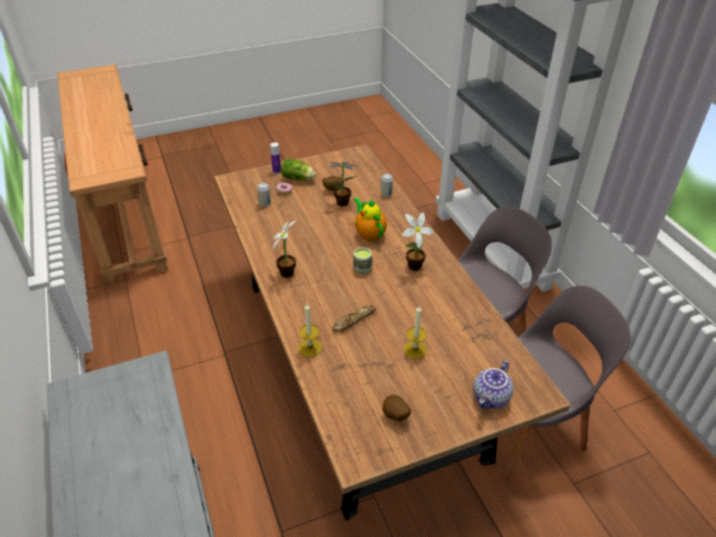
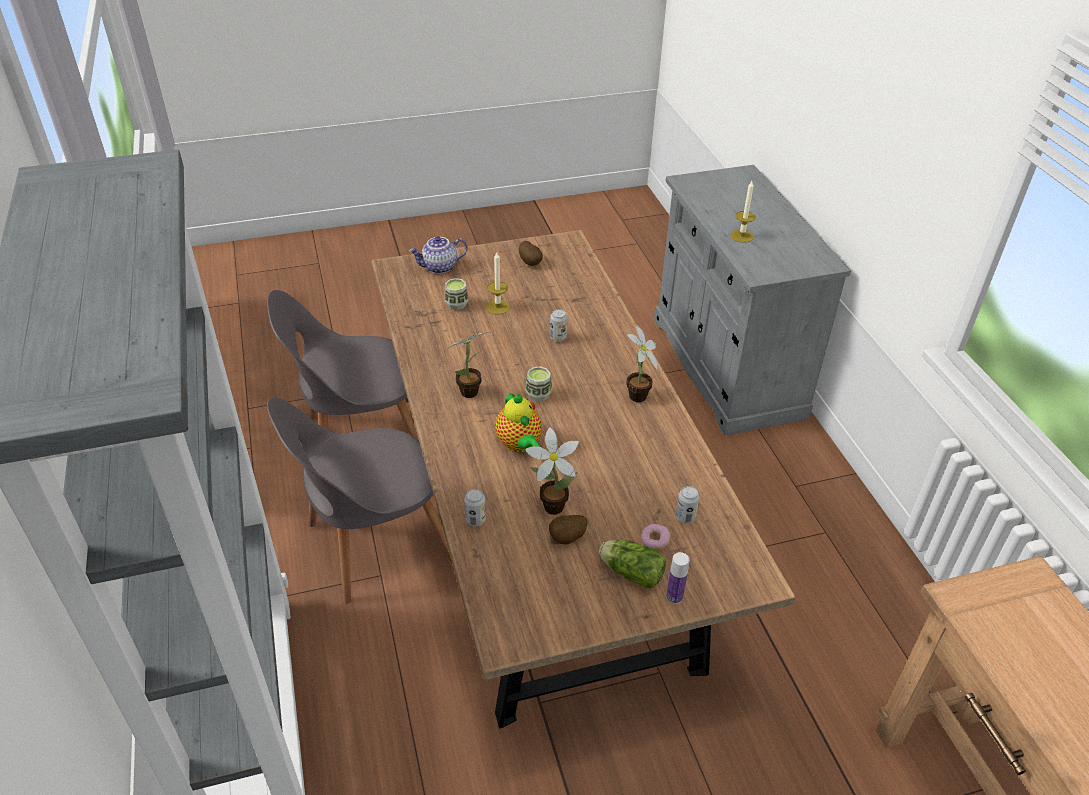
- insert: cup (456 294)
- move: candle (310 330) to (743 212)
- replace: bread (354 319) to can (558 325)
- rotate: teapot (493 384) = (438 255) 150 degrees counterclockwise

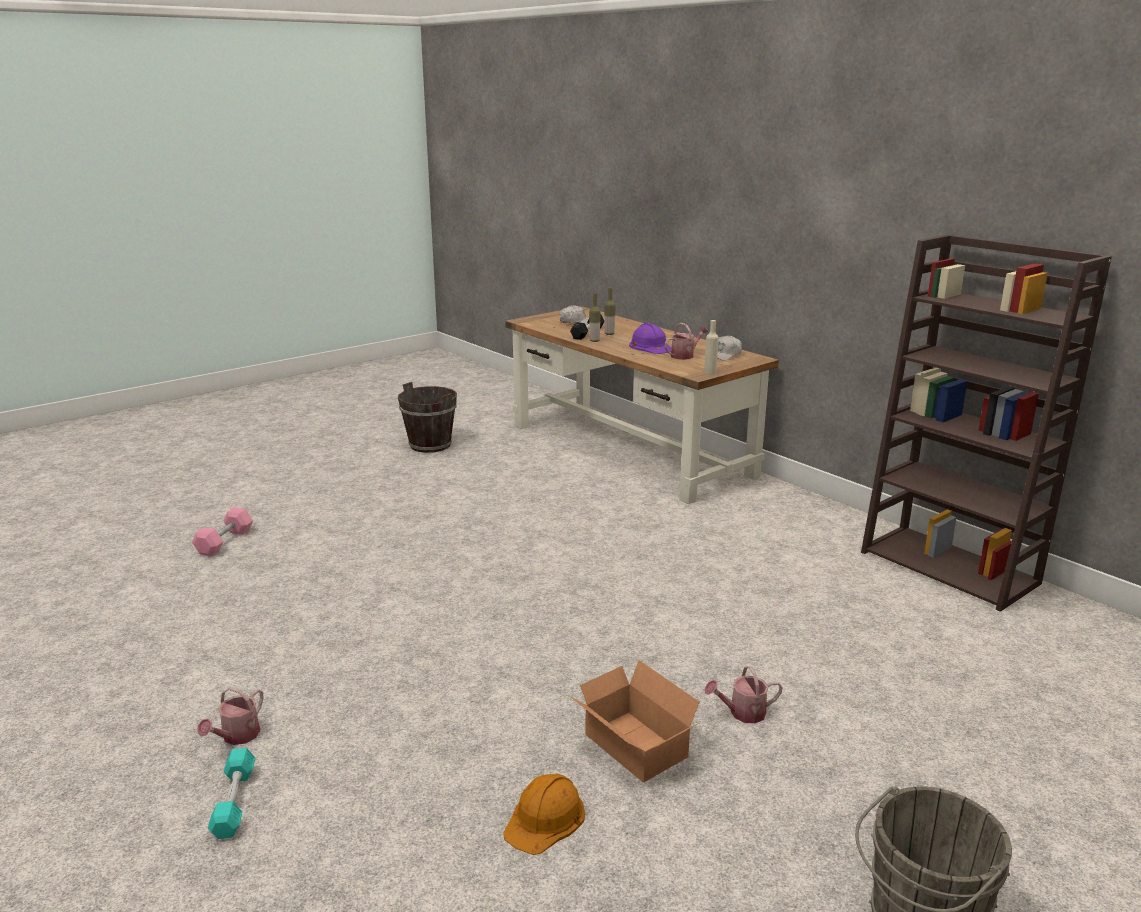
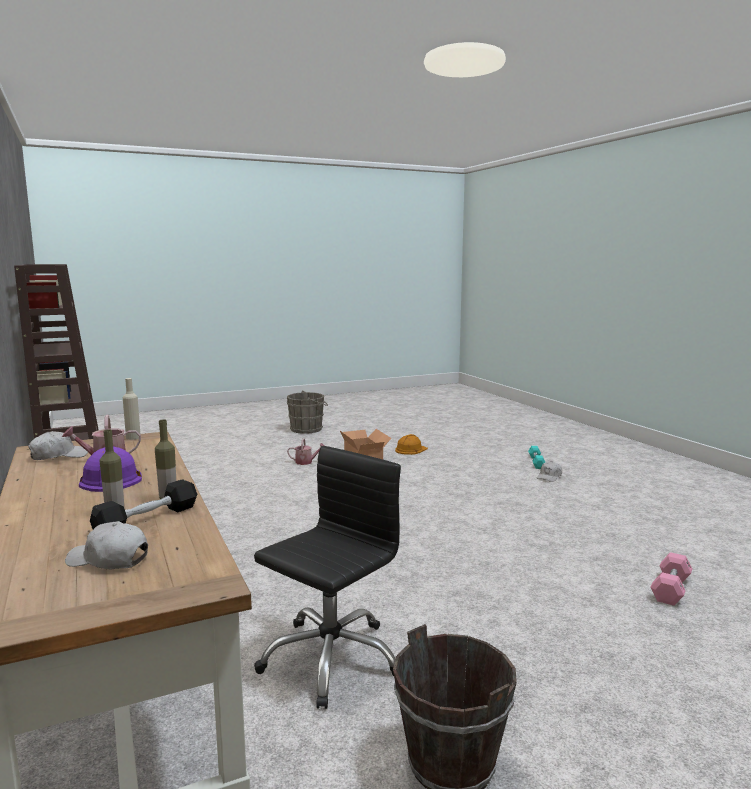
- insert: black_office_chair (327 577)
- replace: watering_can (230 716) to white_cap (549 471)

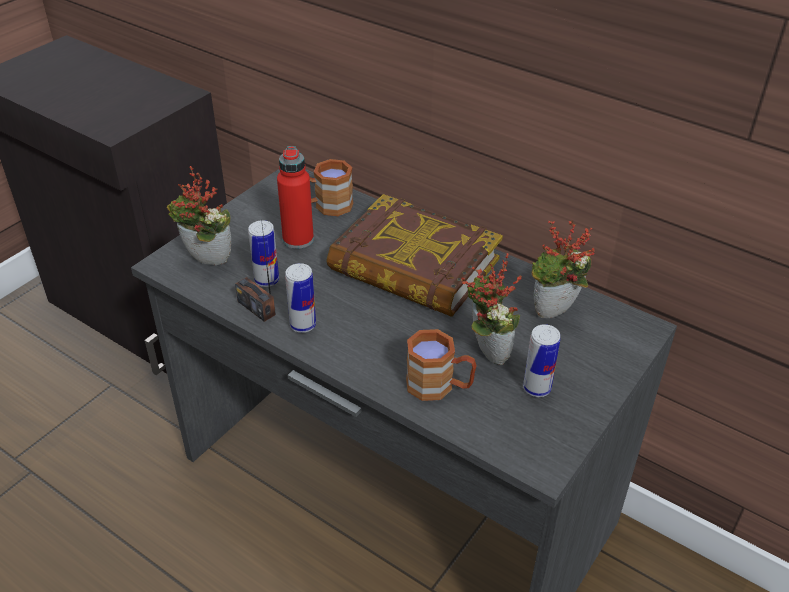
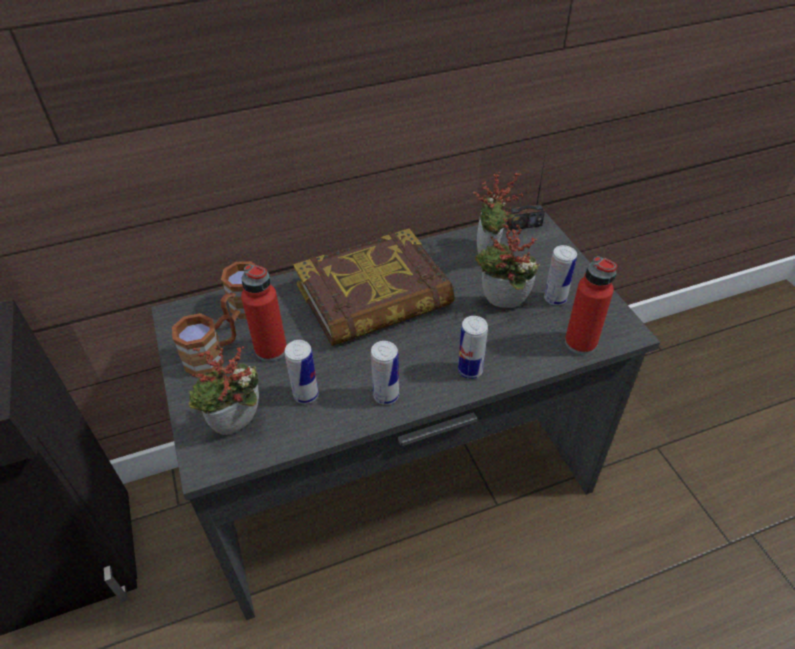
- insert: can (473 347)
- insert: red_bottle (591 305)
- move: radio (255 270) to (527 186)
- move: brown_mug (441 365) to (204 344)

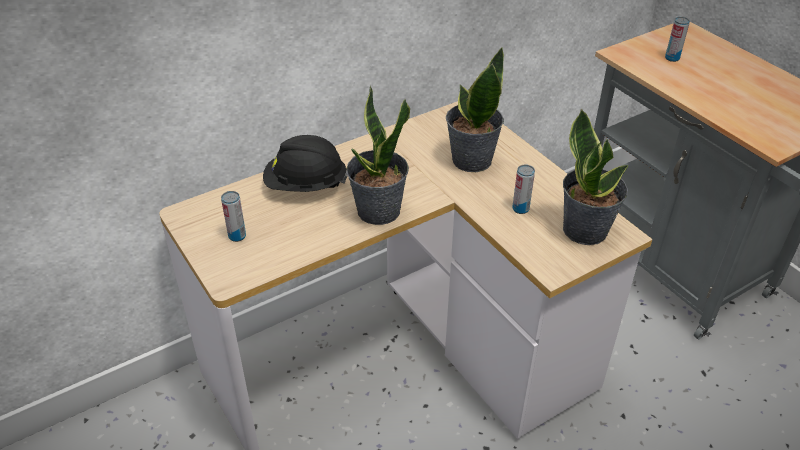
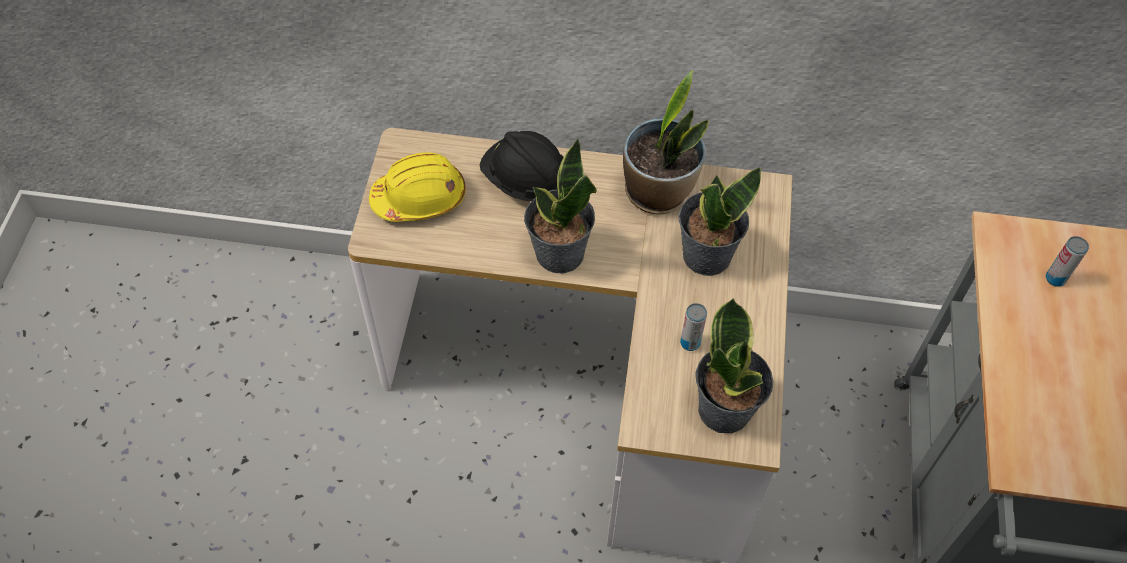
- insert: potted_plant (666 142)
- replace: can (233 216) to yellow_hard_hat (417 187)

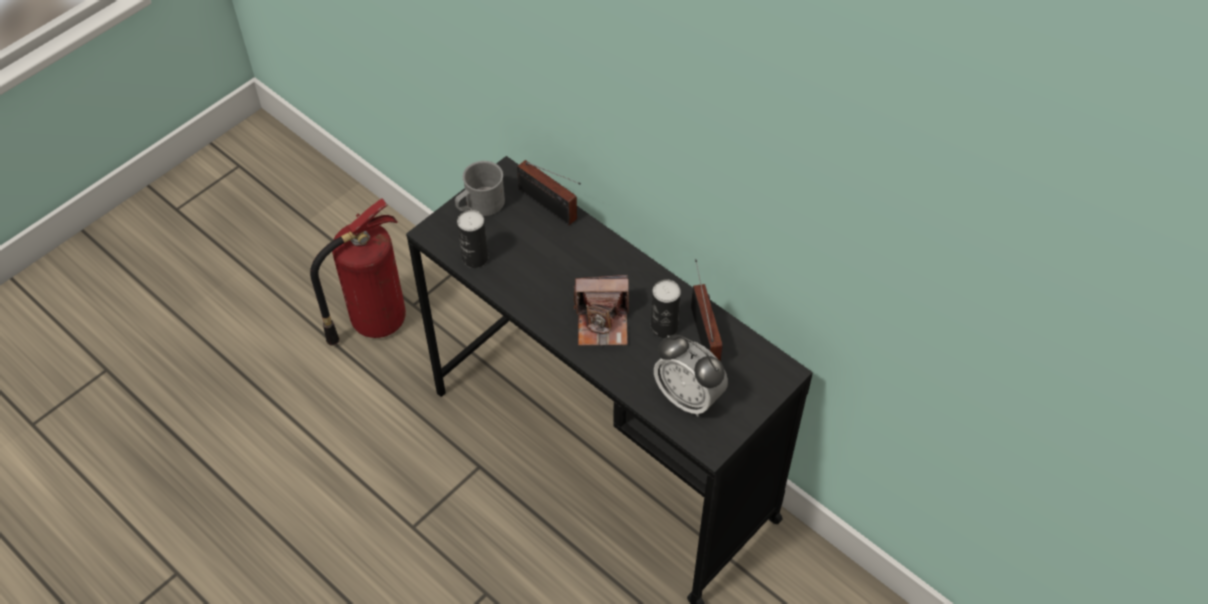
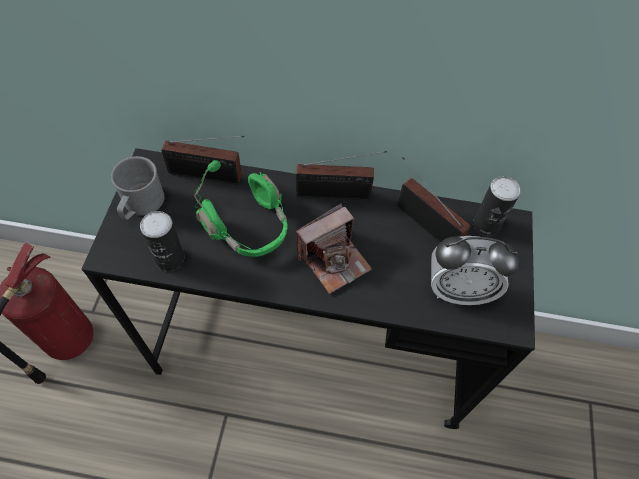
- insert: green_headphones (241 208)
- insert: radio (341 175)
- move: can (666 308) to (497 206)

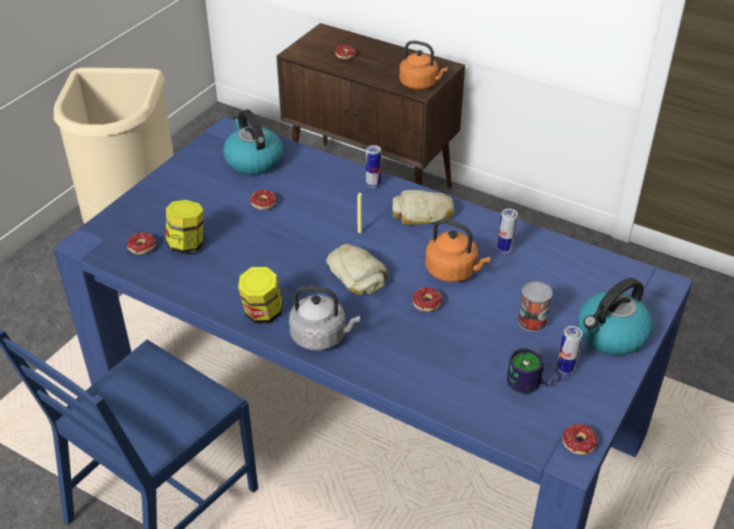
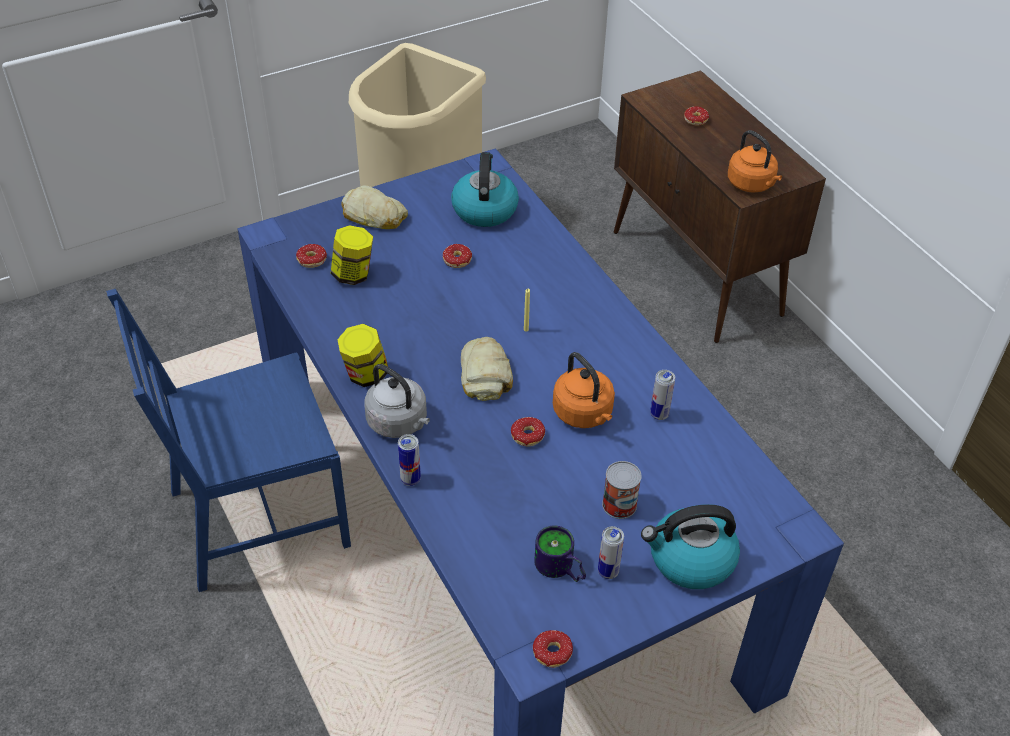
- move: can (373 166) to (409 460)
- move: bread (423 207) to (374 207)

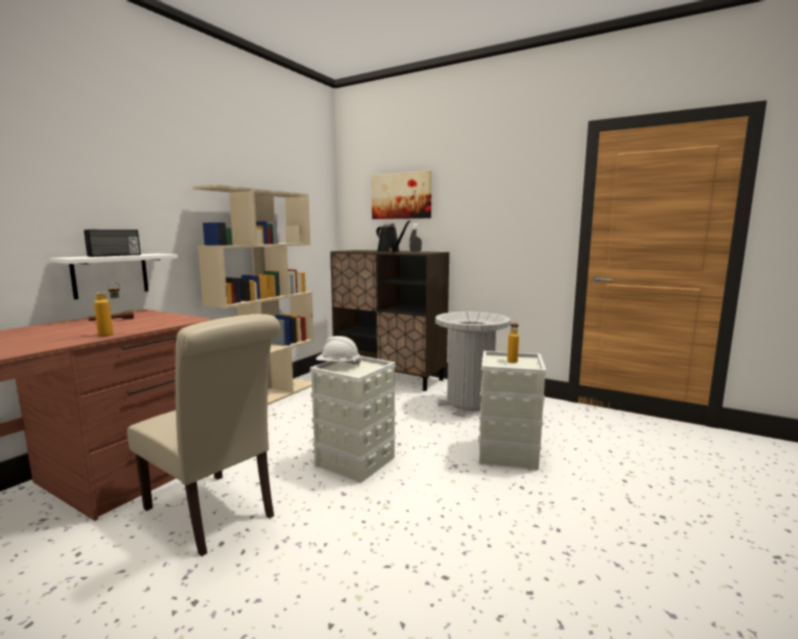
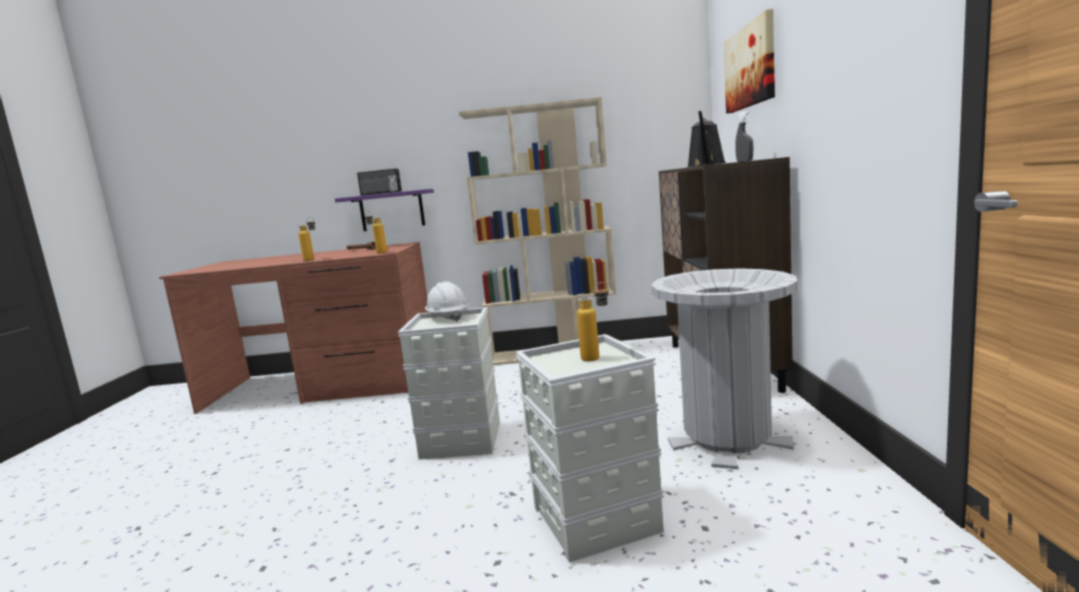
- delete: beige_chair (203 435)
- insert: bottle (376 232)
- recolor: white_shelf (114 277) to purple_shelf (384 210)

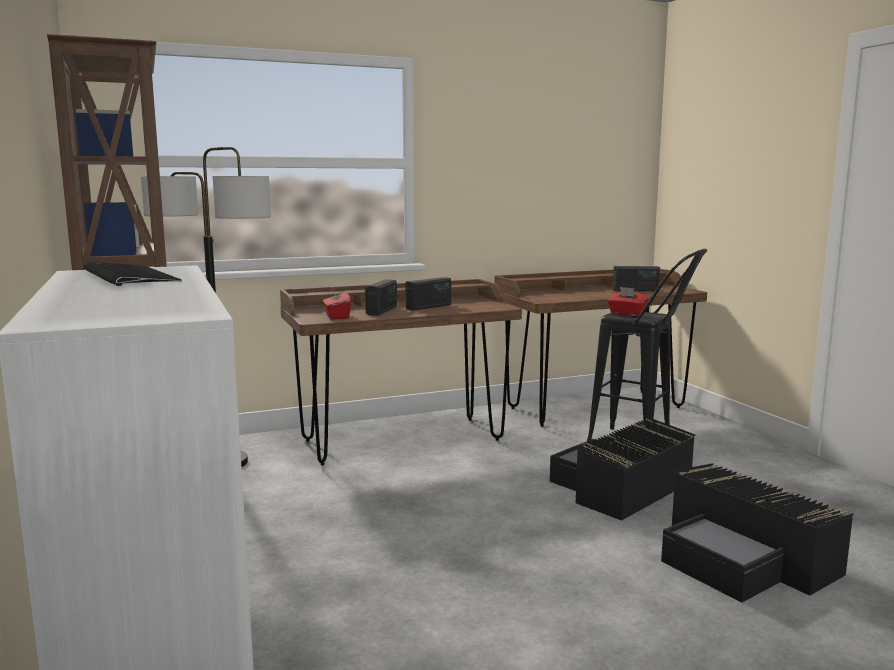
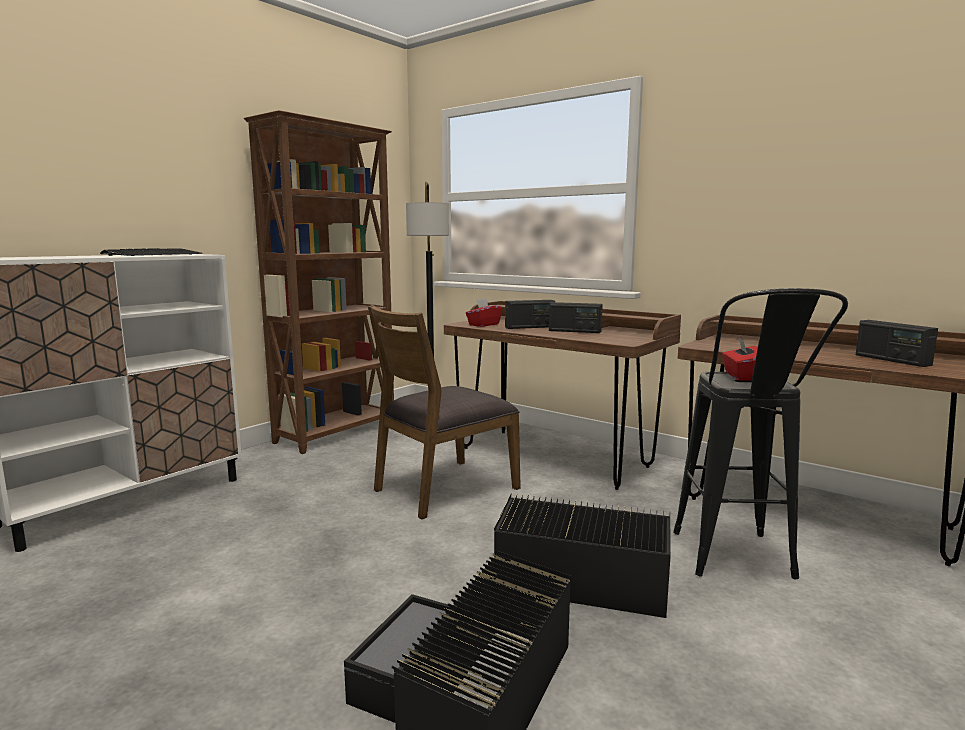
- insert: brown_chair (444 412)

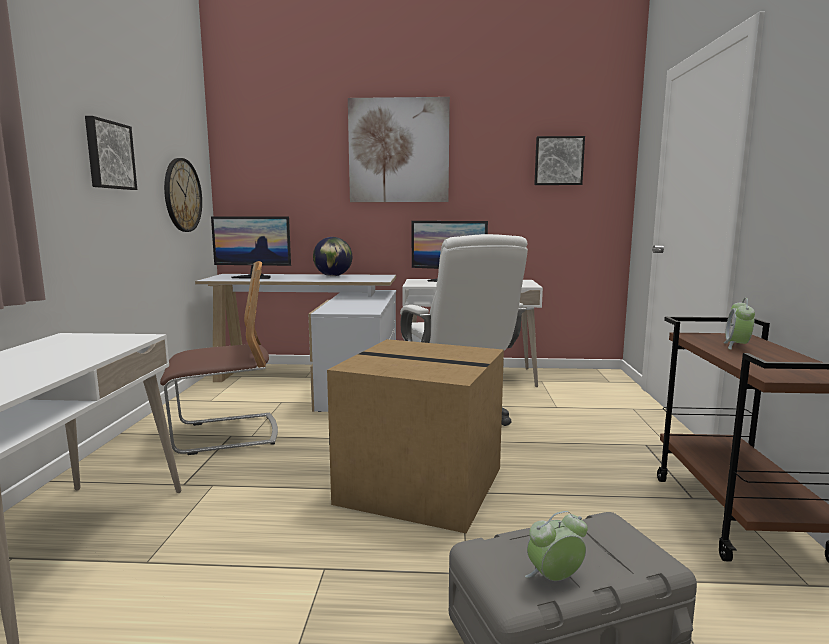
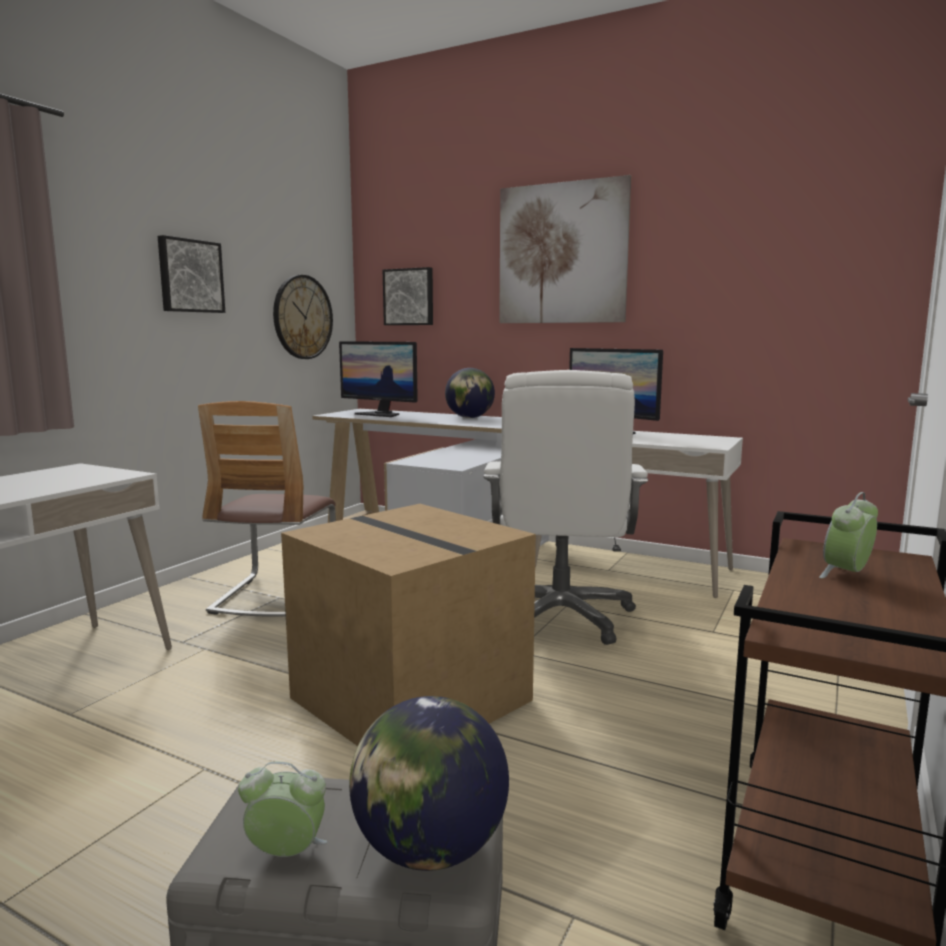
- insert: globe (429 783)
- move: picture (559 160) to (408 296)
- rotate: chair (219 358) = (267 509) 90 degrees clockwise

